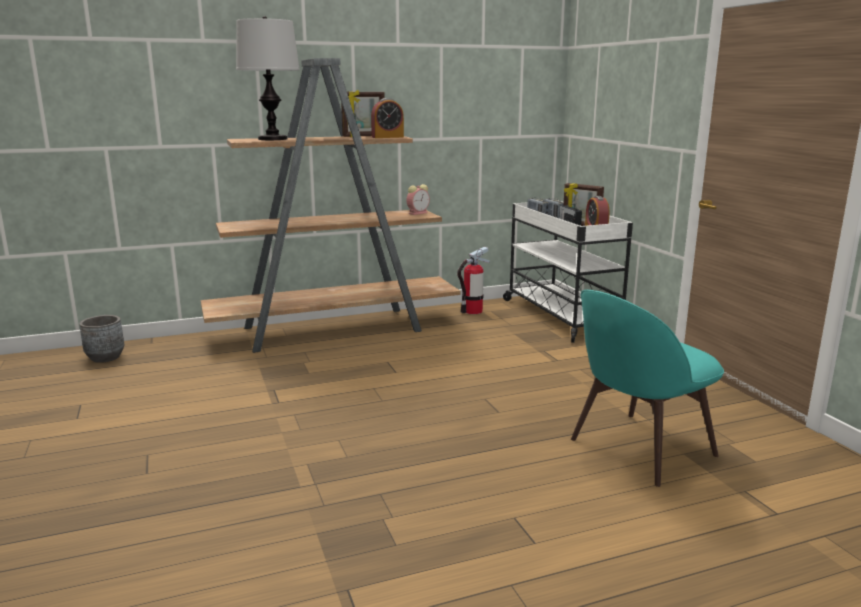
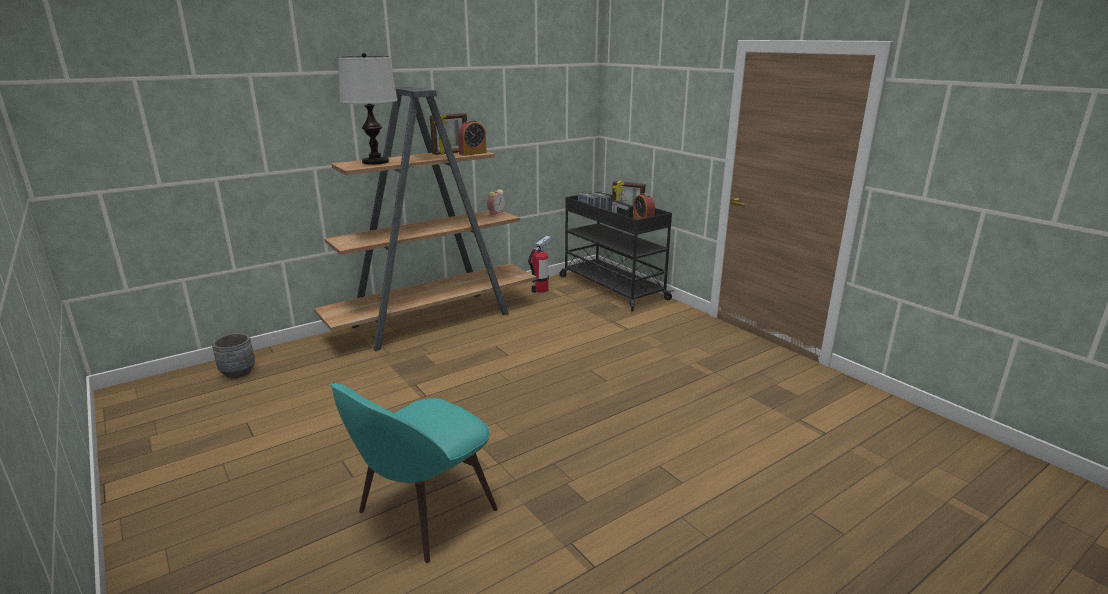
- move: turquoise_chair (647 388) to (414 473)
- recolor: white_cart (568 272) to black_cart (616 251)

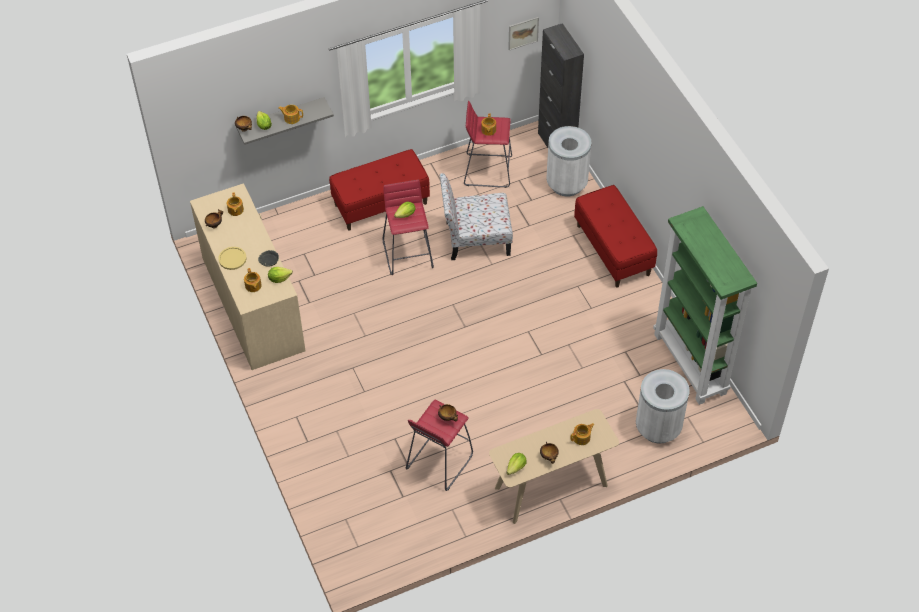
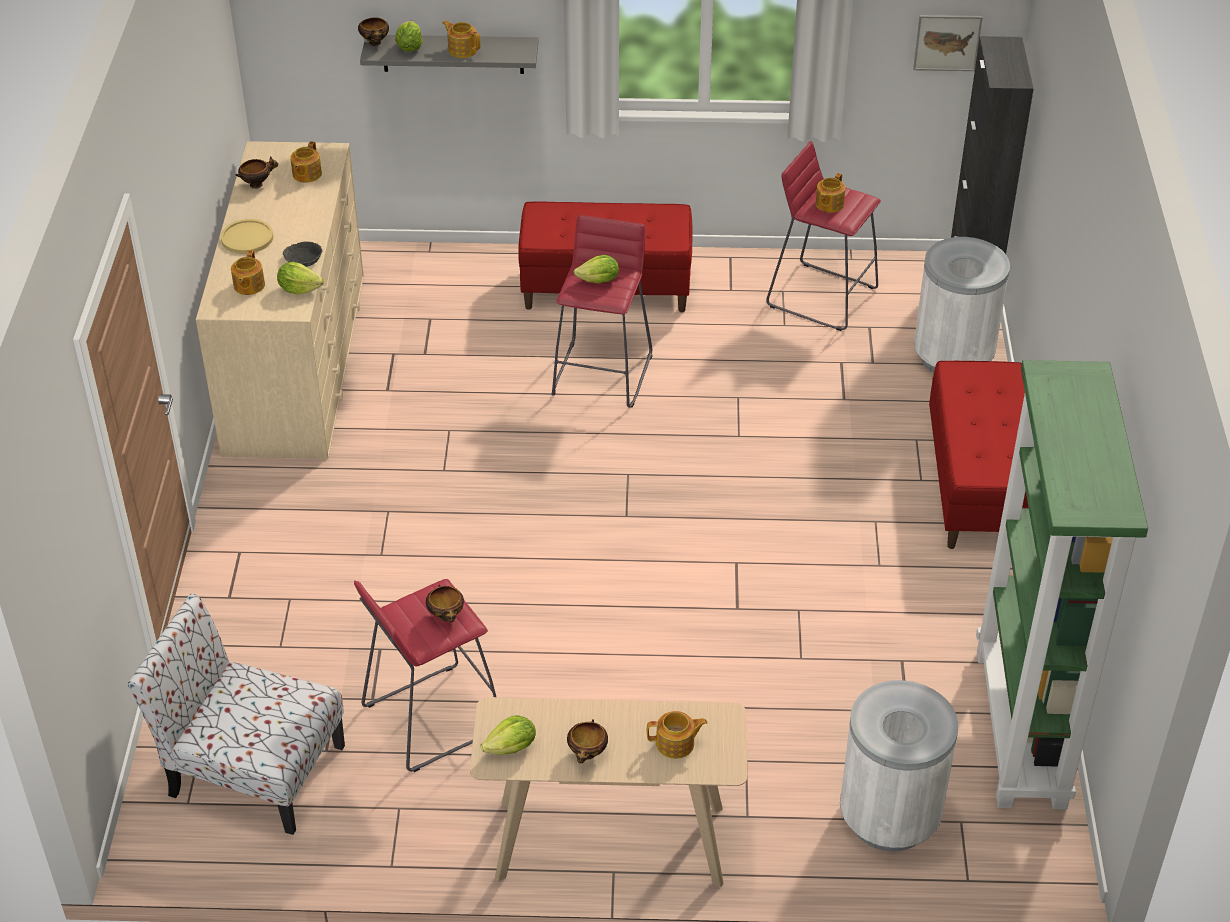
- move: chair (476 216) to (236 714)

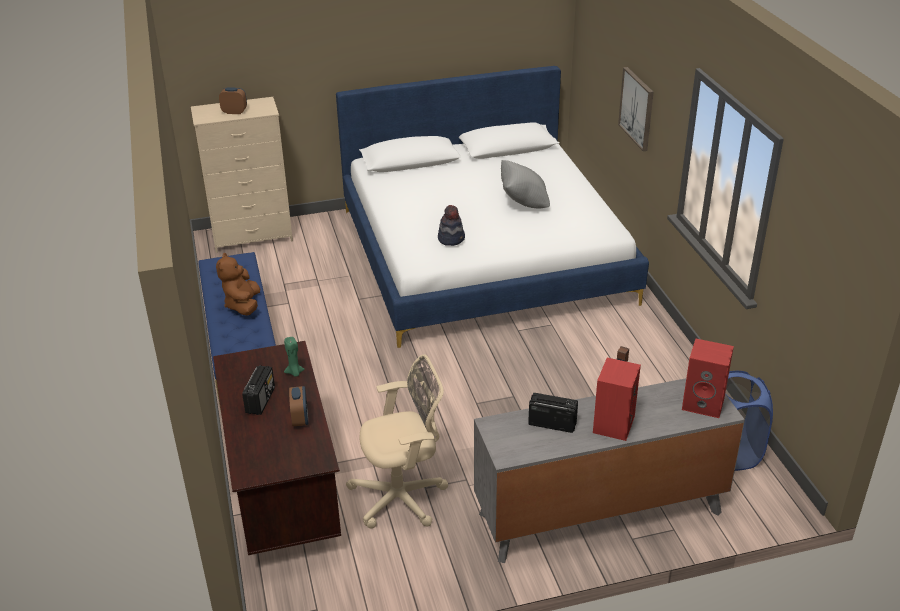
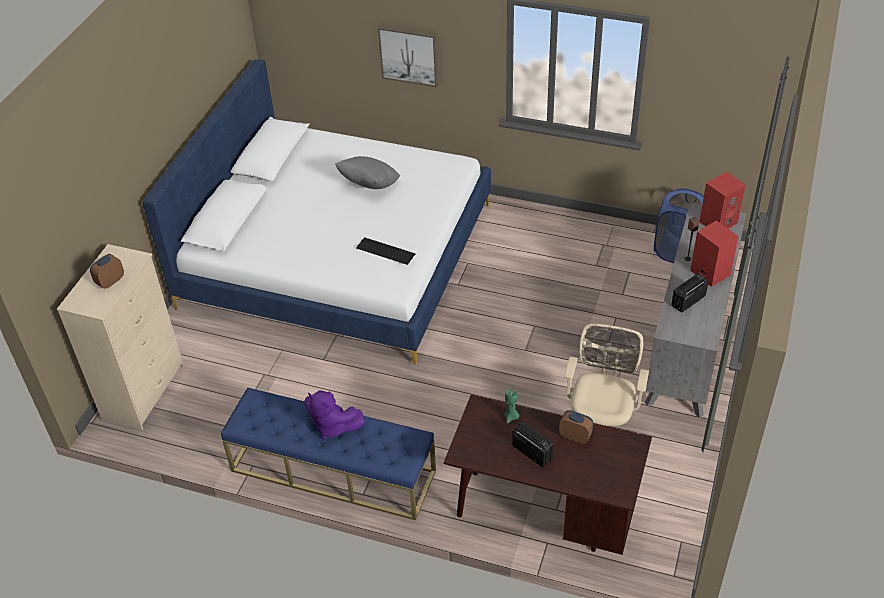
- replace: hat (451 225) to keyboard (386 251)
- recolor: brown_plush_toy (238 284) to purple_plush_toy (334 414)

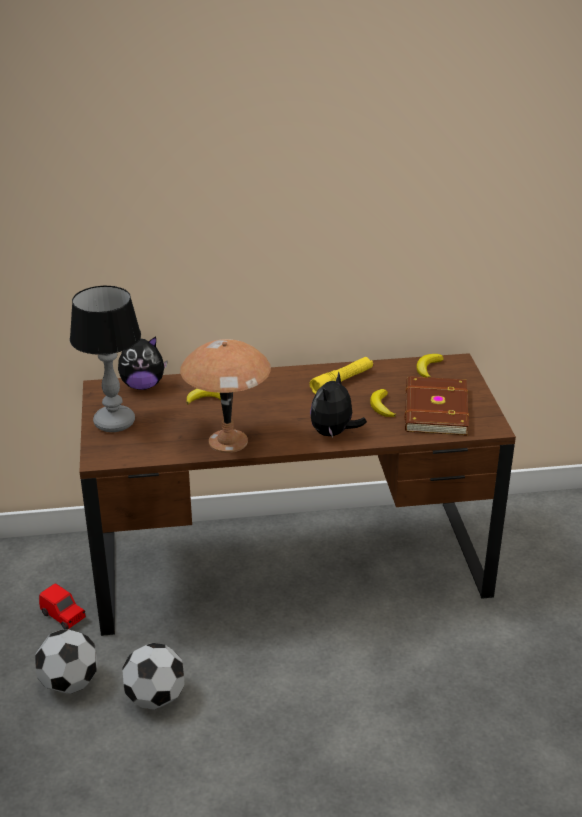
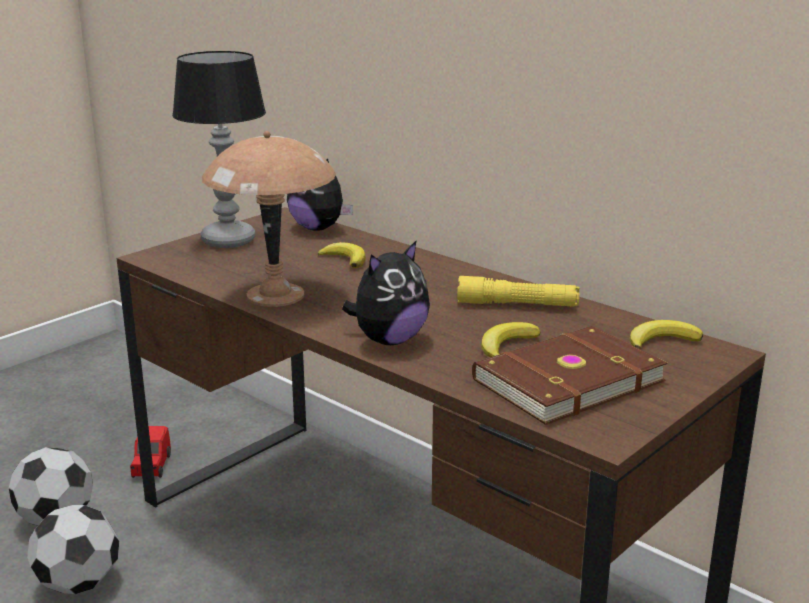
- rotate: plush_toy (338 404) = (386 292) 150 degrees clockwise

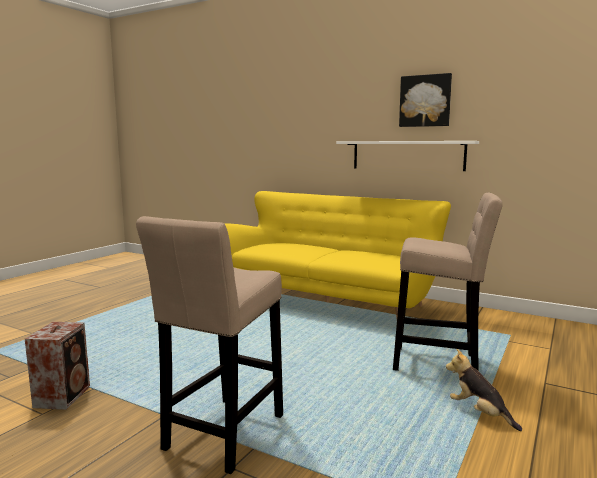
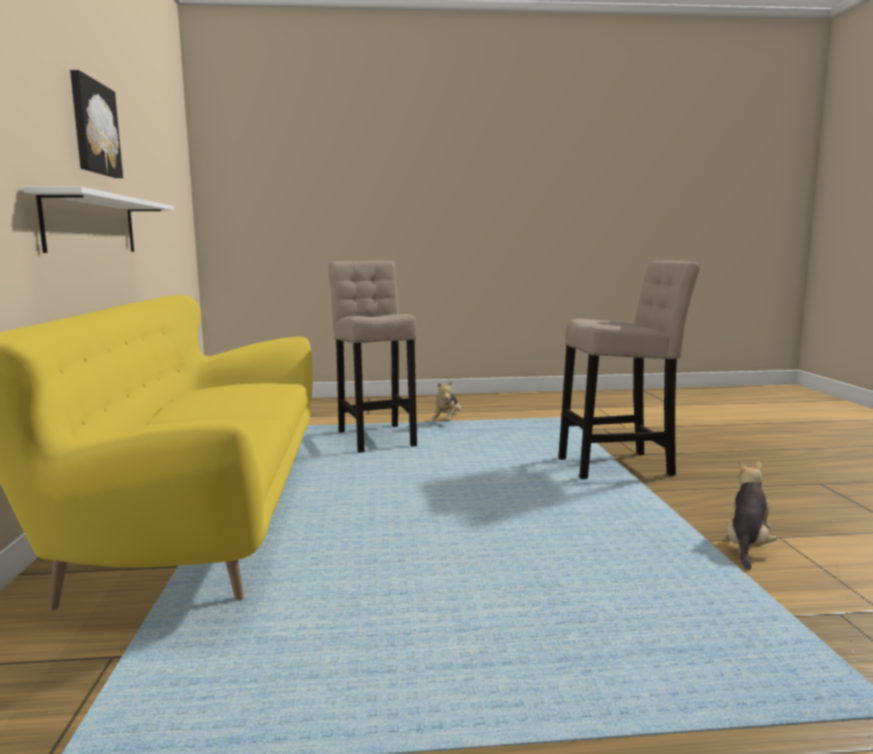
- replace: speaker (57 366) to plush_toy (752 515)

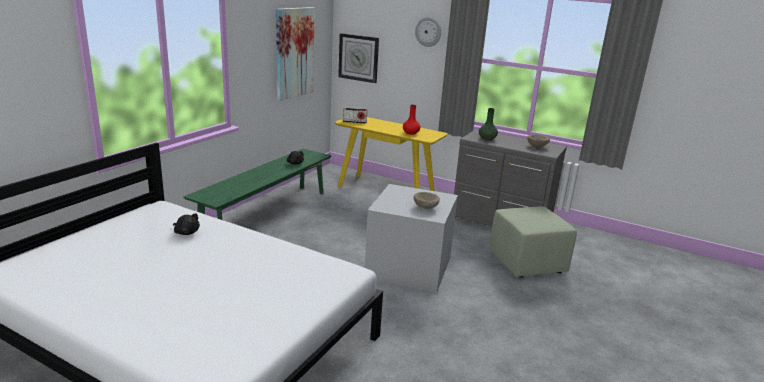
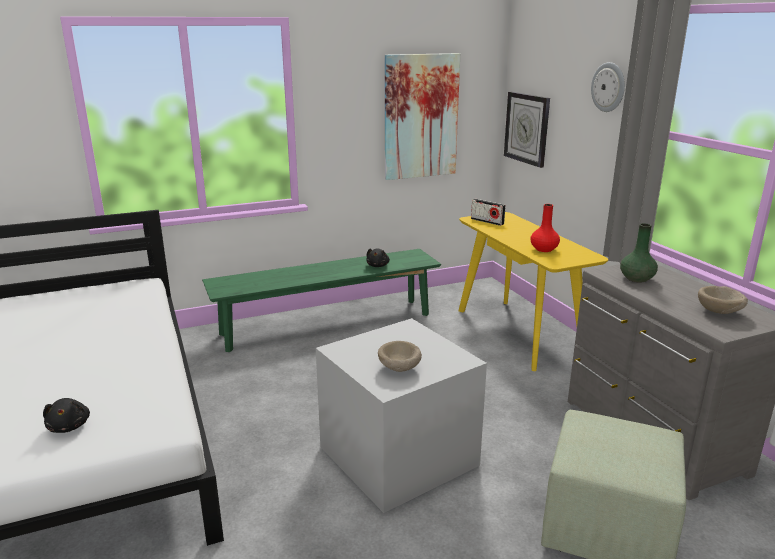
- move: black_plush_toy (186 224) to (66 415)

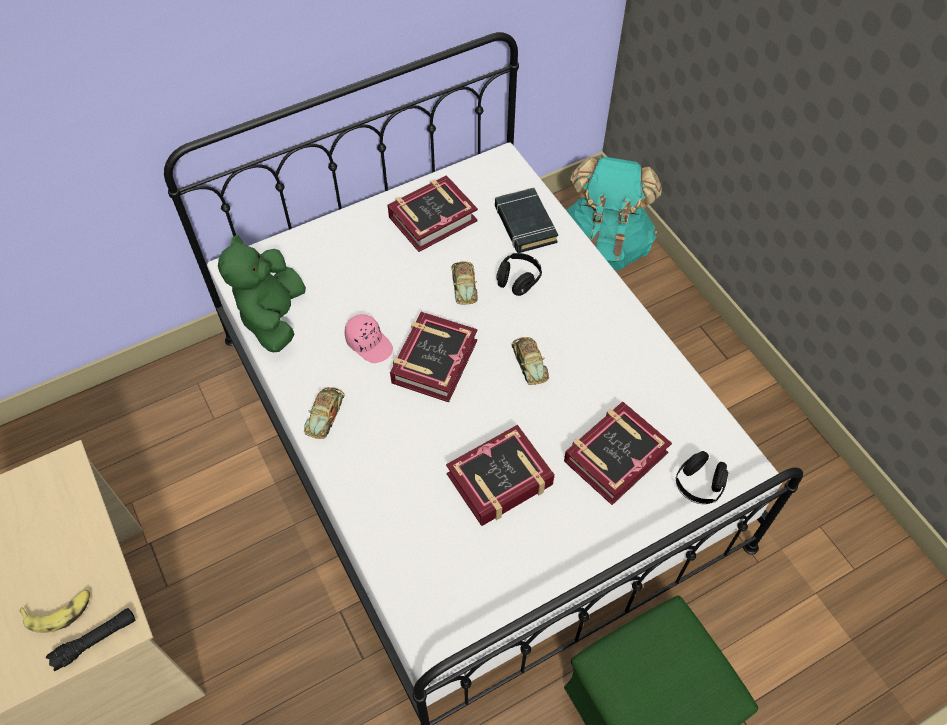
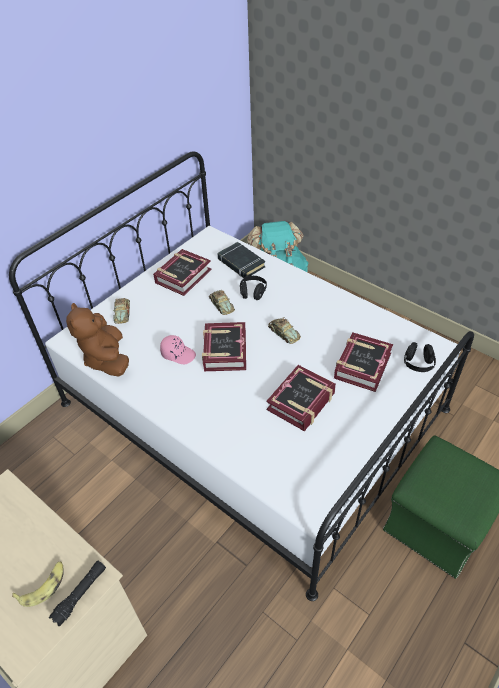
- move: toy_car (324 413) to (121 311)
- recolor: green_plush_toy (262 294) to brown_plush_toy (97 340)

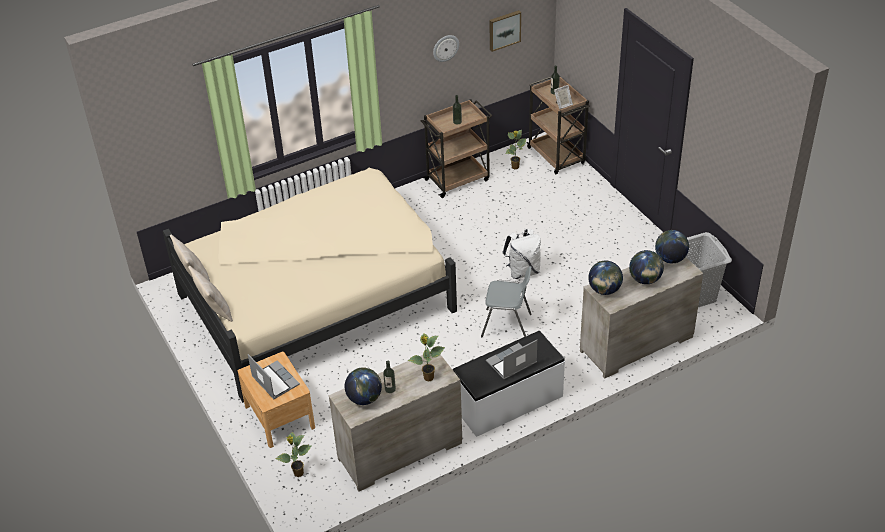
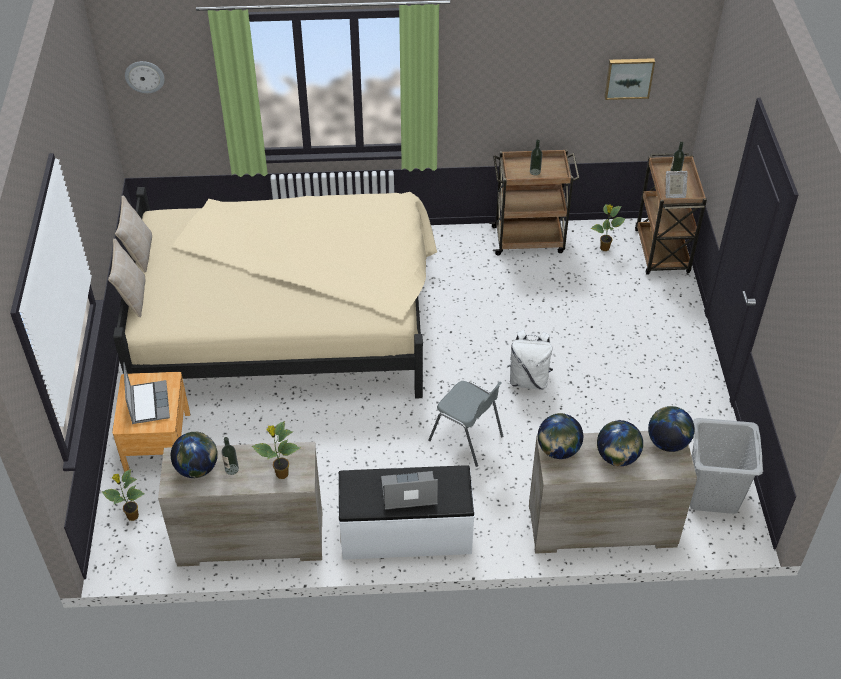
- move: wall_clock (446 48) to (145 77)

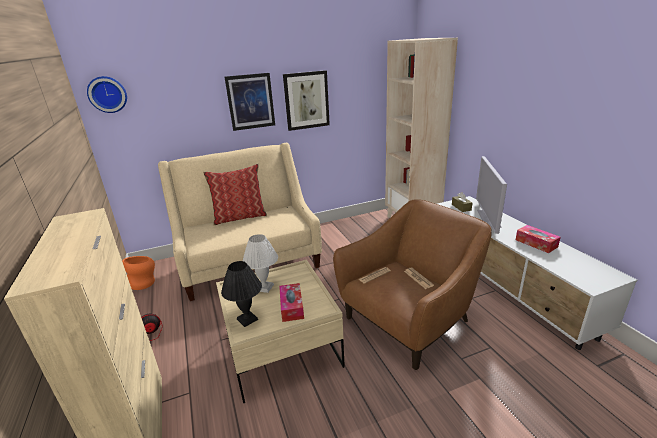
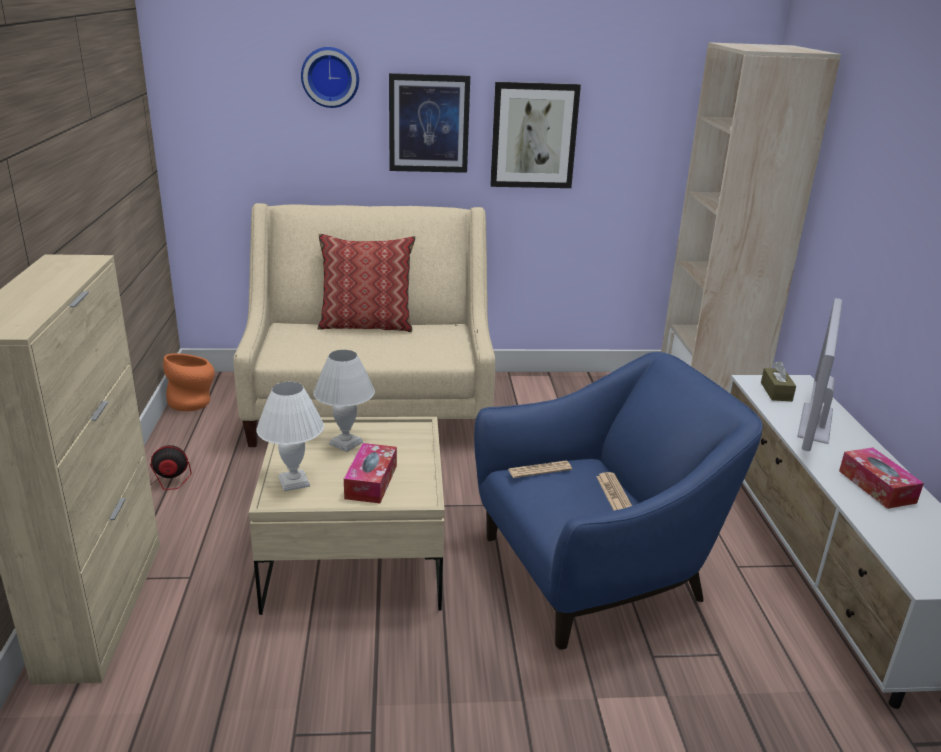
- move: wall_clock (107 94) to (330 77)
- recolor: black_table_lamp (241 294) to white_table_lamp (290 436)
- recolor: brown_armchair (412 284) to blue_armchair (618 501)

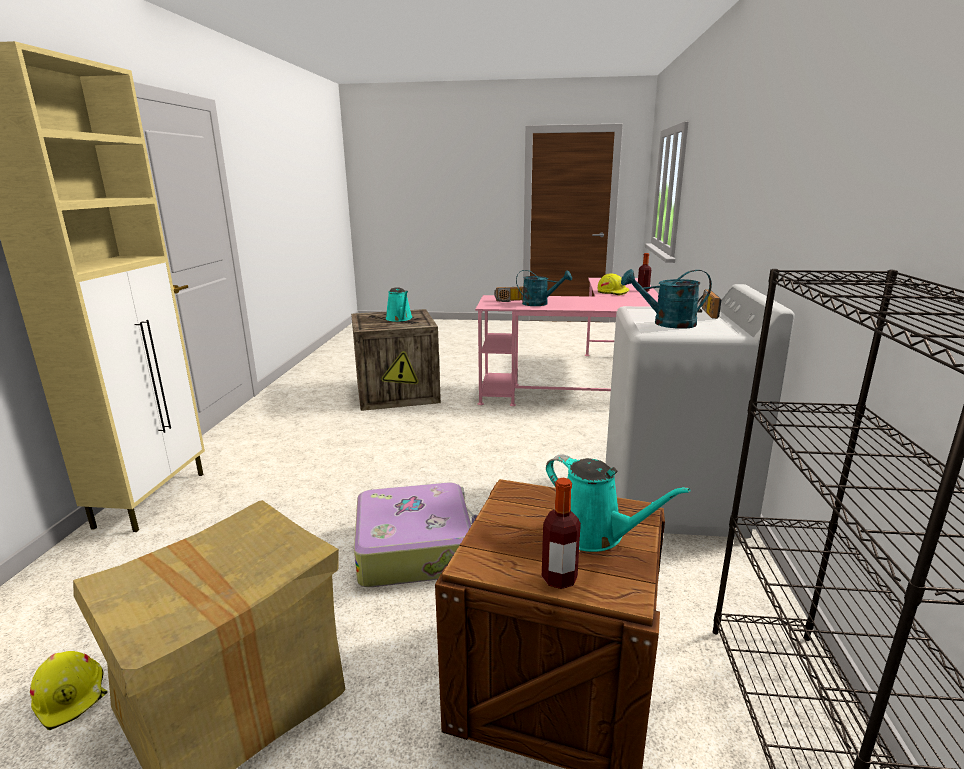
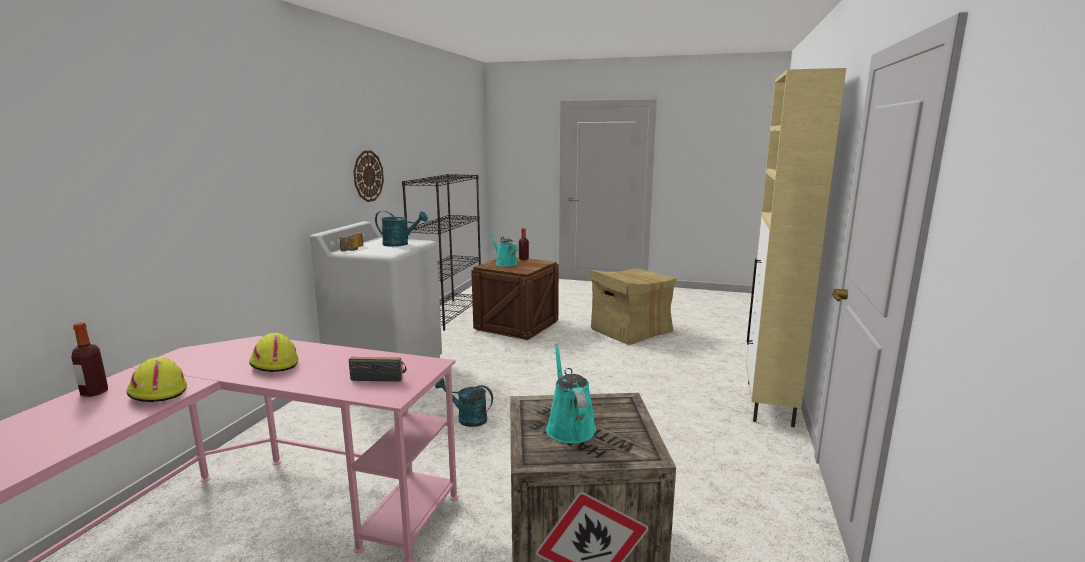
- delete: suitcase (415 535)
- insert: wall_clock (368 176)
- move: yellow_hard_hat (68 690) to (274 352)
- move: turquoise_watering_can (544 288) to (464 402)

